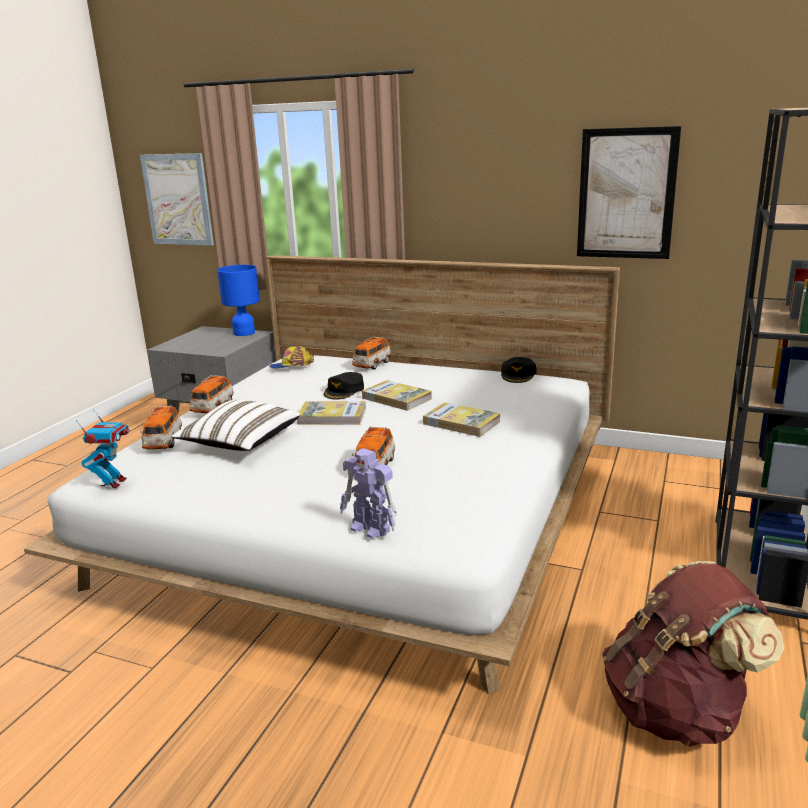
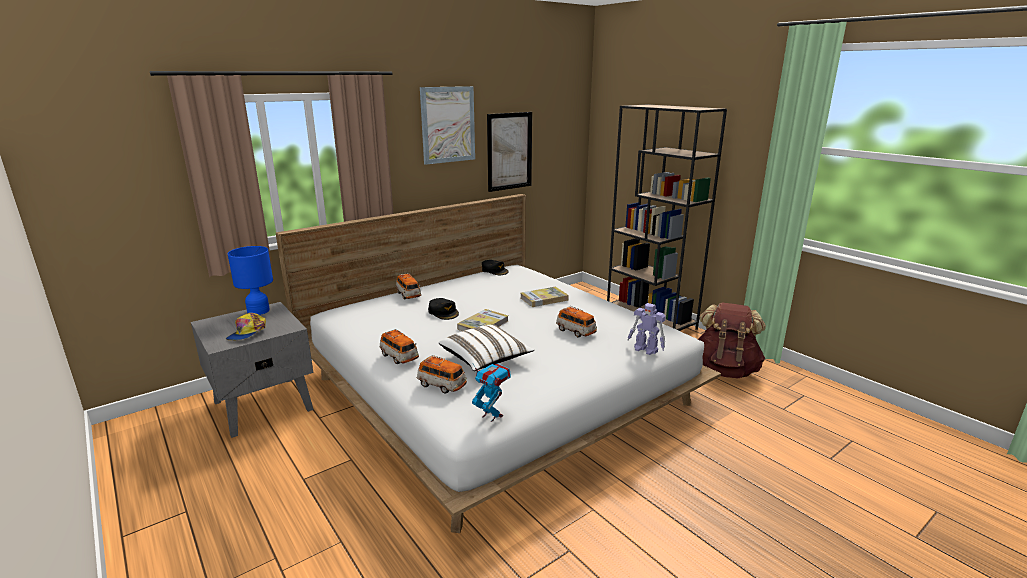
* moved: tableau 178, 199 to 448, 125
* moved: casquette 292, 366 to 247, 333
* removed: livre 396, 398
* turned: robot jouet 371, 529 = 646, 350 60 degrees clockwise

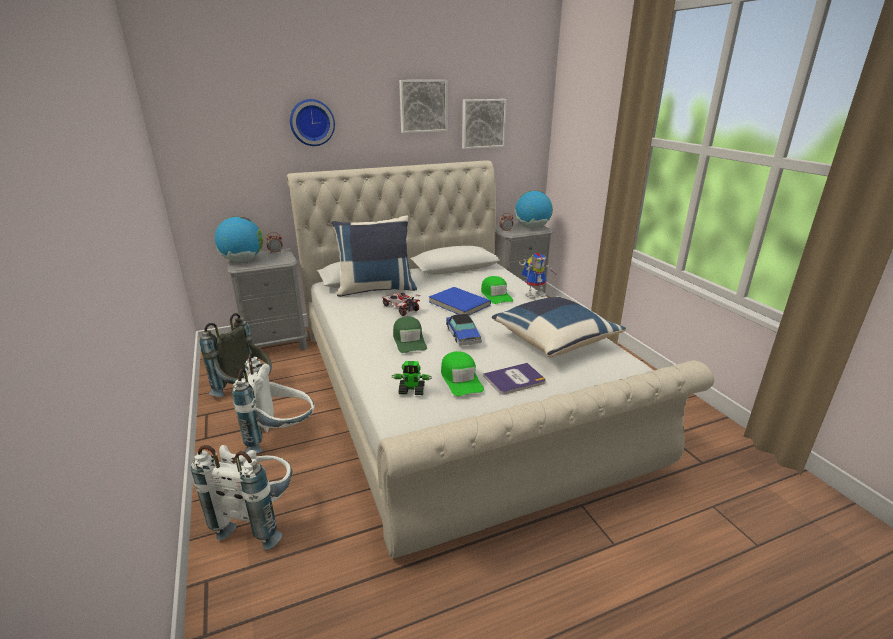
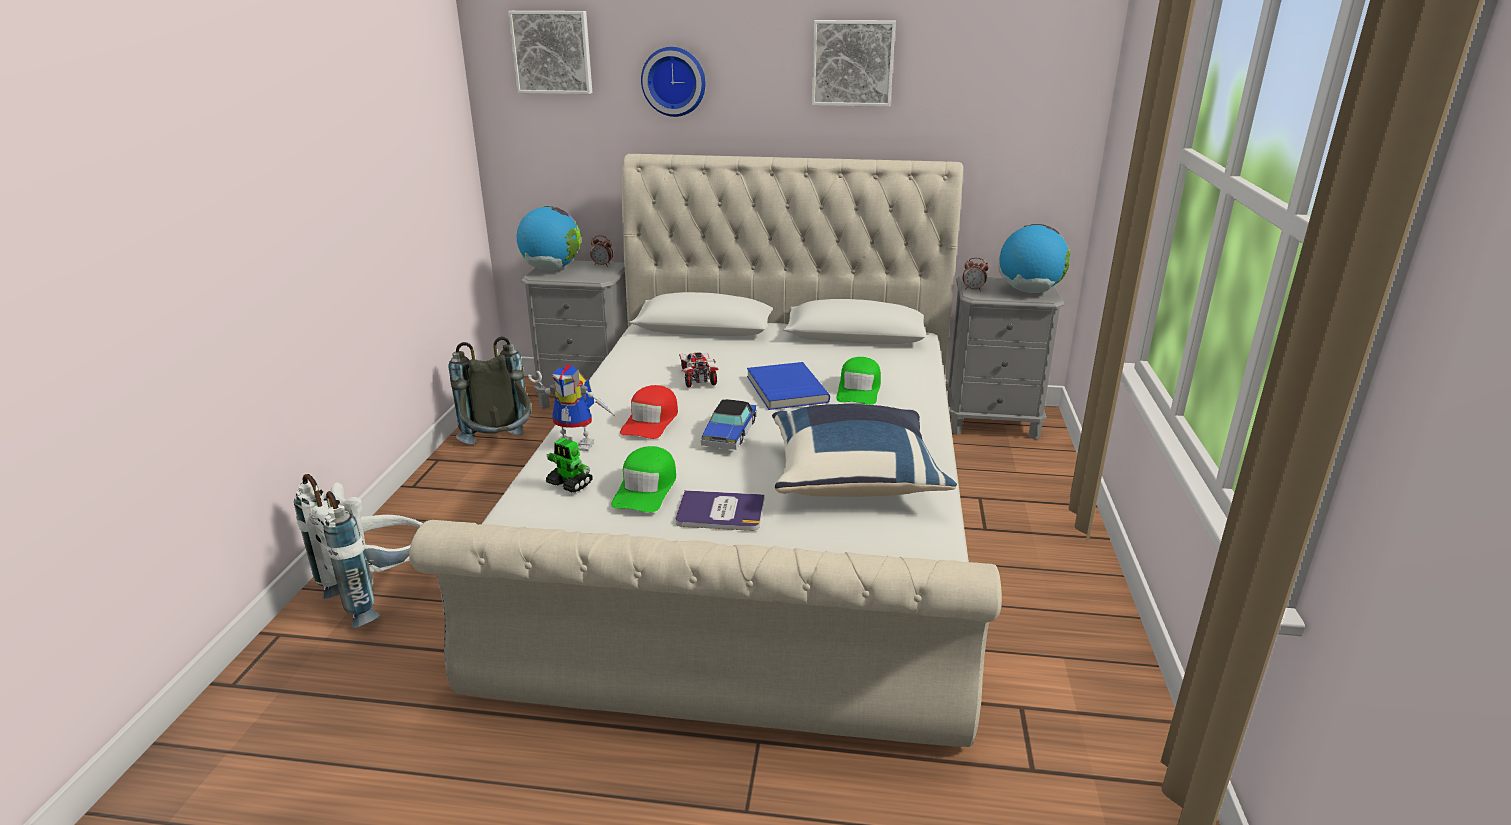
* moved: tableau 482, 123 to 552, 52
* removed: coussin (bleu) 376, 289
* moved: robot jouet 535, 294 to 579, 443
* recoloured: casquette (vert) 409, 340 to casquette (rouge) 651, 421
* removed: sac à dos (blanc) 281, 437

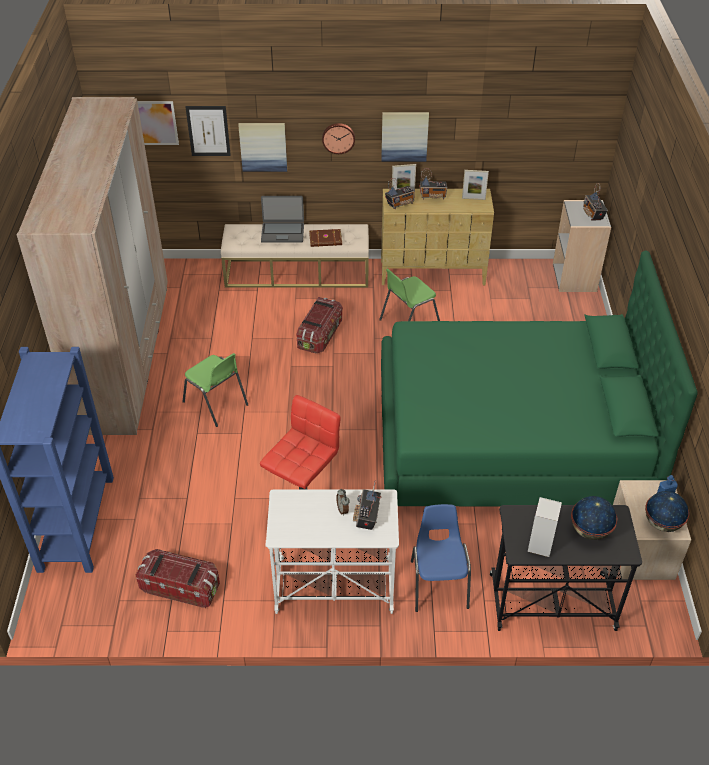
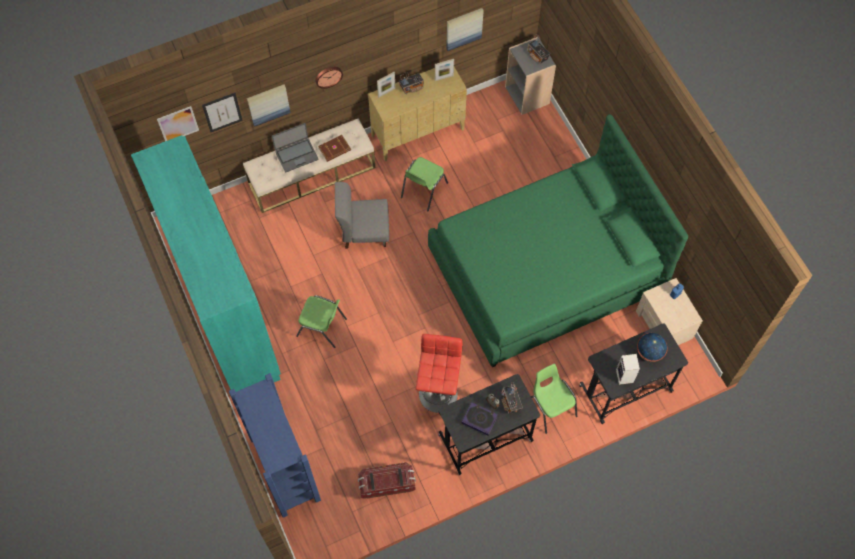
* recoloured: armoire (beige) 126, 357 to armoire (turquoise) 227, 313
* moved: tableau 404, 136 to 464, 28
* removed: radio 400, 204
* replaced: boîte de rangement 320, 335 to chaise (gris) 364, 231
* recoloured: bureau (blanc) 334, 586 to bureau (noir) 485, 438
* removed: globe 662, 523
* recoloured: chaise (bleu) 438, 583 to chaise (vert) 550, 406
* added: livre 479, 419

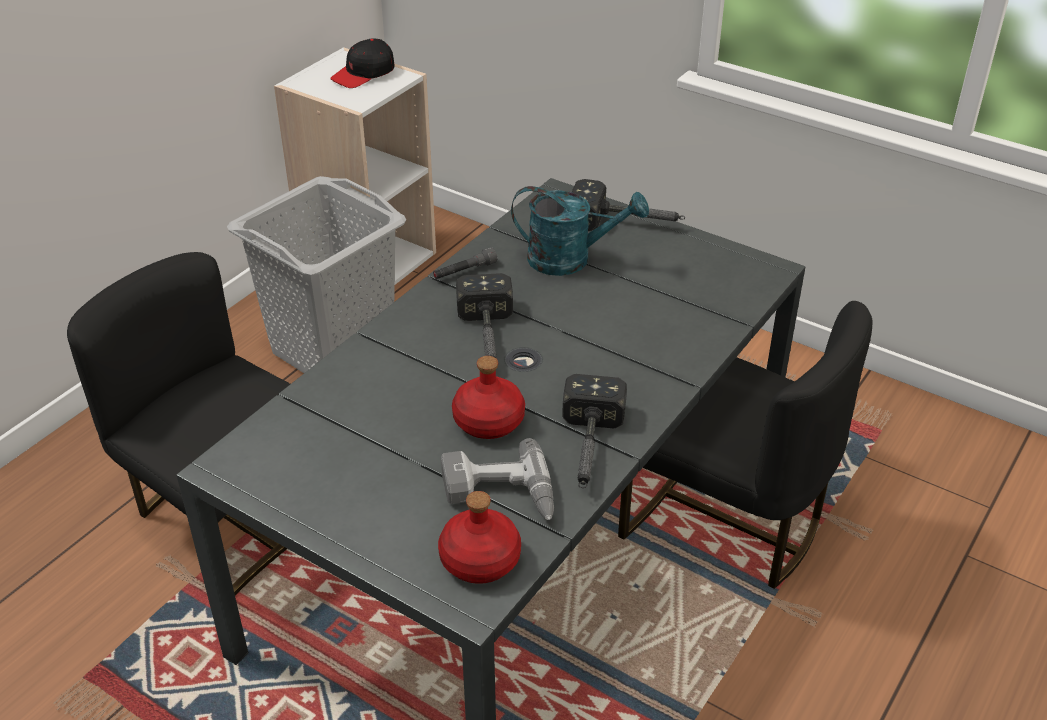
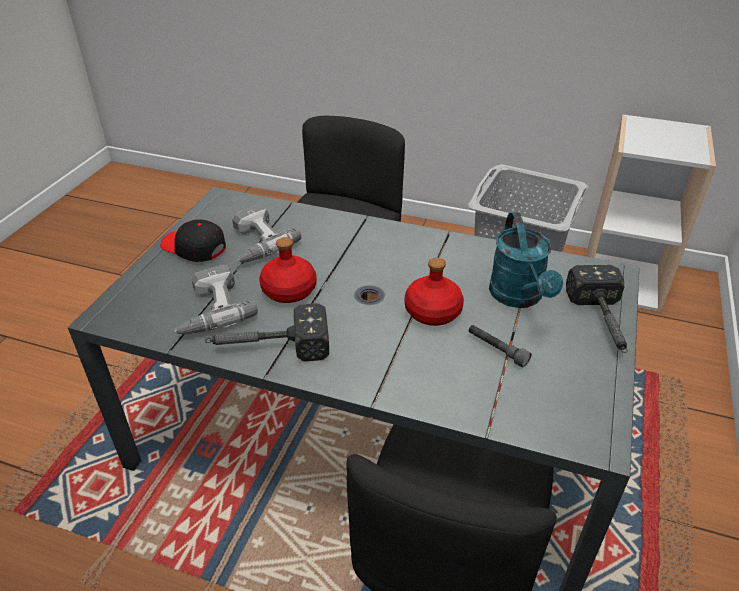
* moved: casquette (noir) 364, 73 to 194, 248
* moved: lampe de poche (gris) 464, 271 to 496, 350
* removed: marteau 487, 339
* moved: bouteille (rouge) 481, 560 to 433, 312
* added: perceuse 255, 243

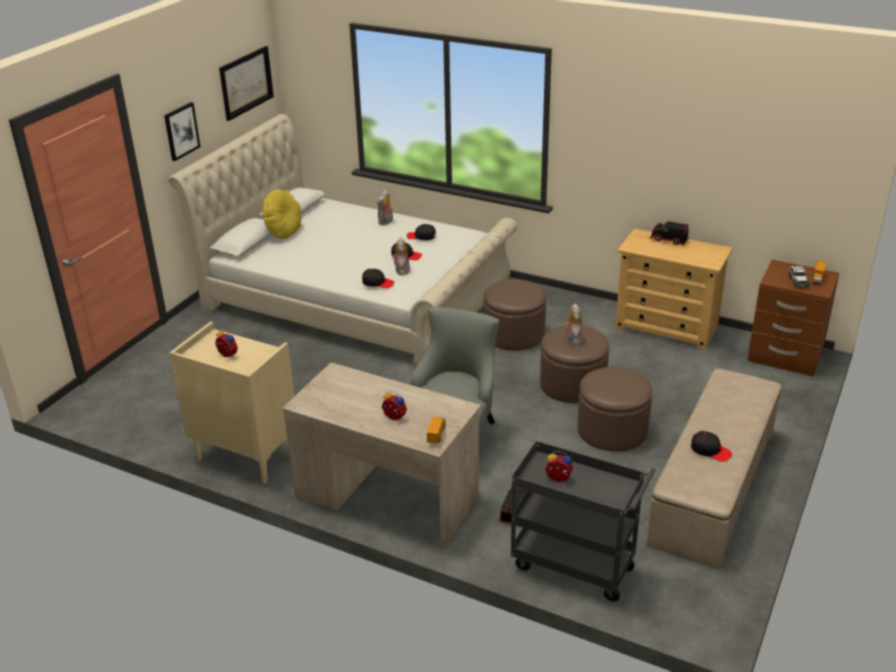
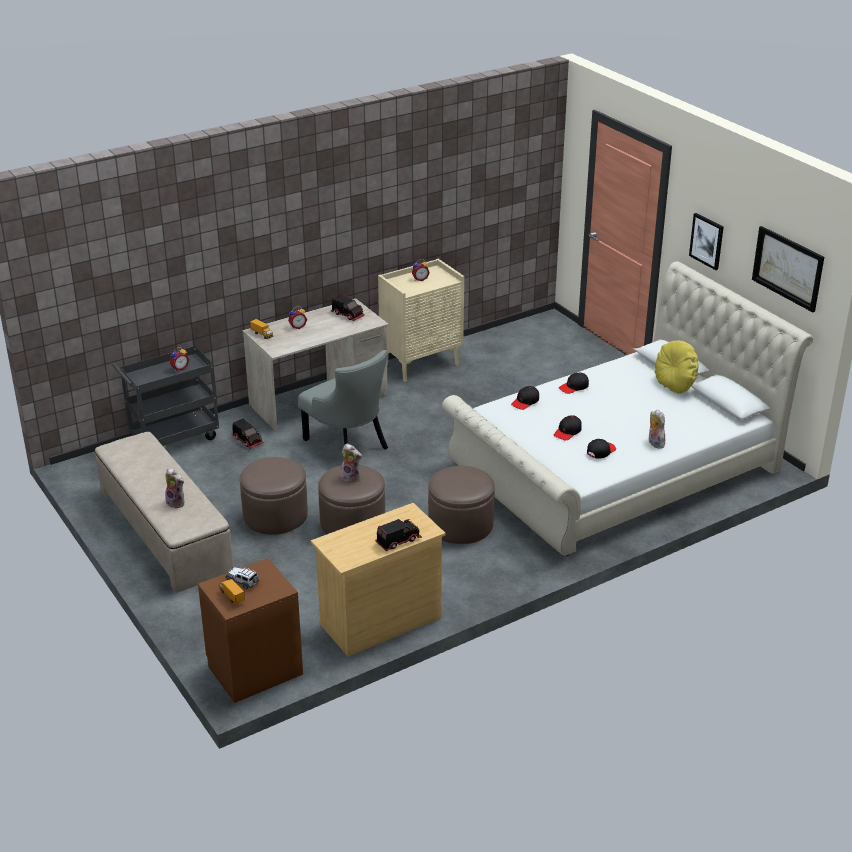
* moved: peluche 401, 270 to 177, 502
* moved: casquette (noir) 710, 450 to 574, 387
* added: camion jouet 348, 315

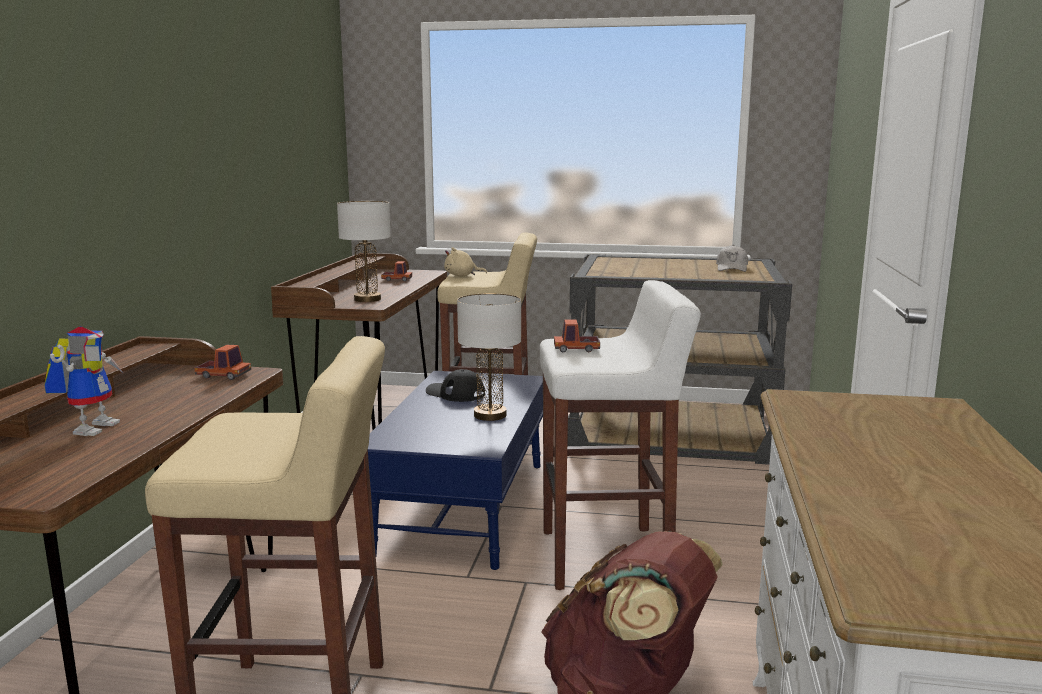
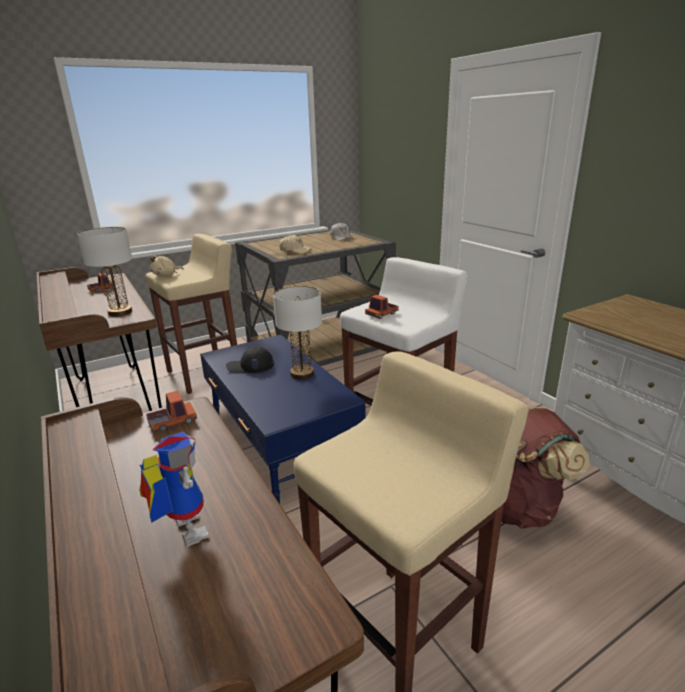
* added: casquette (beige) 295, 250

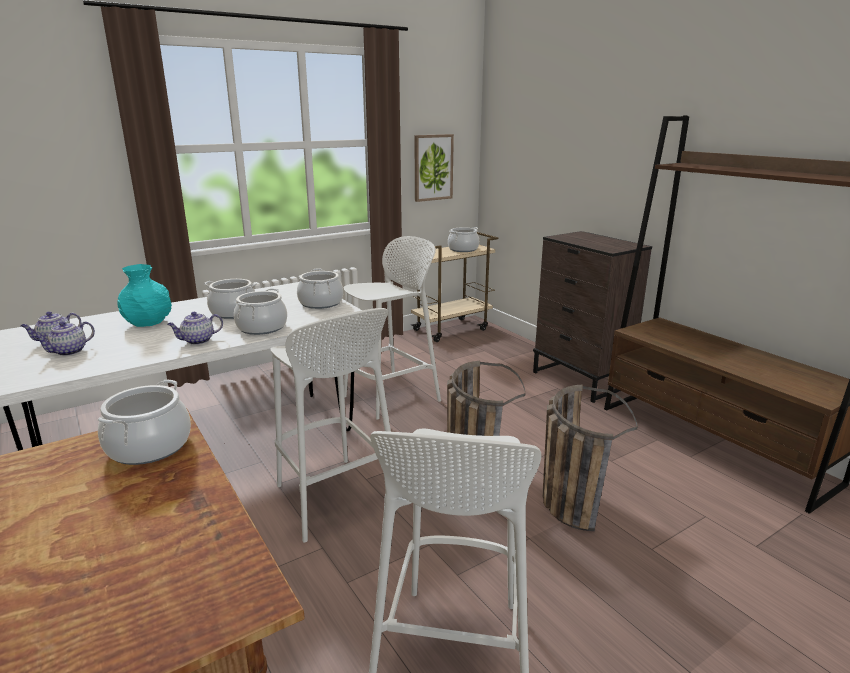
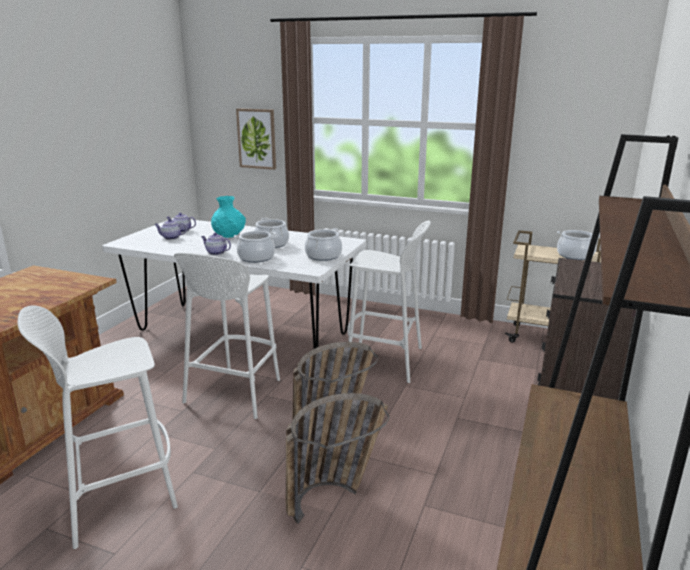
* moved: tableau 433, 167 to 257, 138
* removed: marmite 149, 446

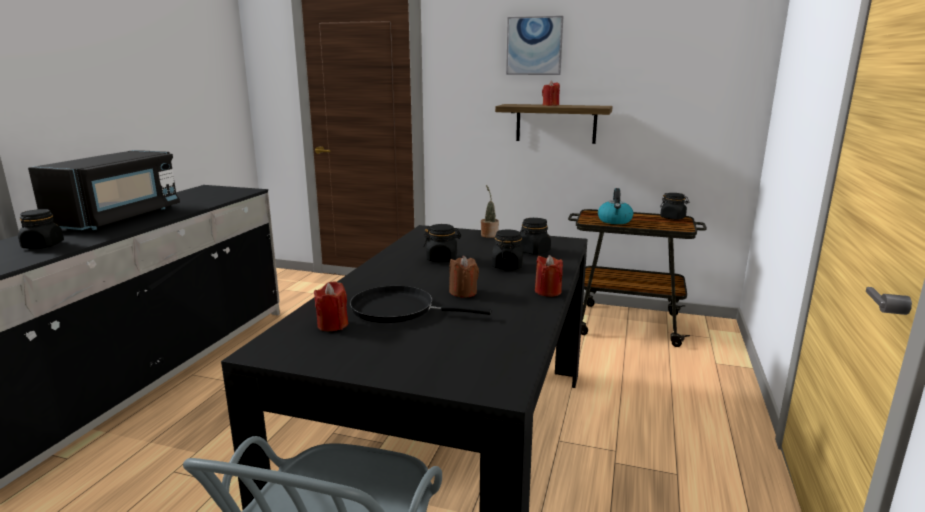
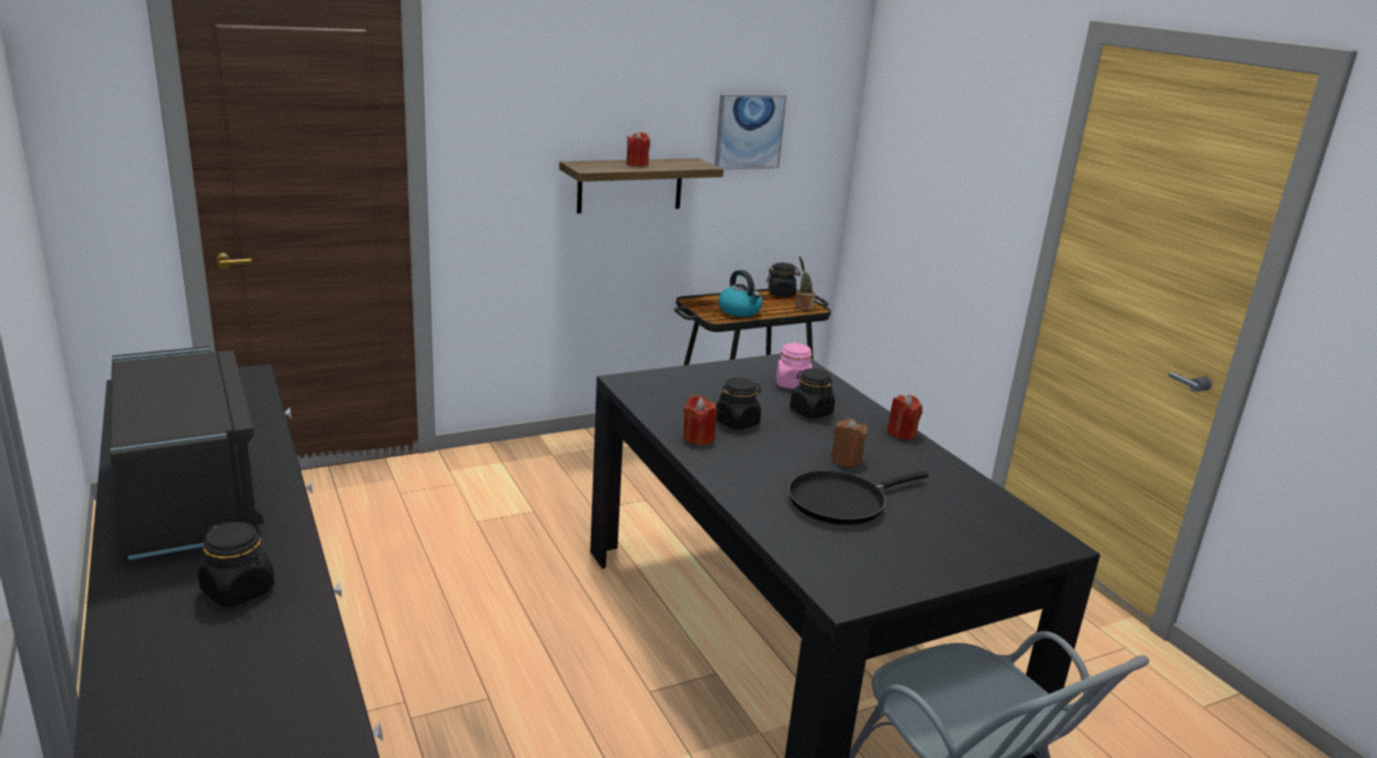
* moved: tableau 534, 46 to 749, 131
* moved: plante en pot 489, 235 to 802, 307
* recoloured: bocal (noir) 533, 251 to bocal (rose) 792, 384
* moved: bougie (rouge) 332, 325 to 698, 438

